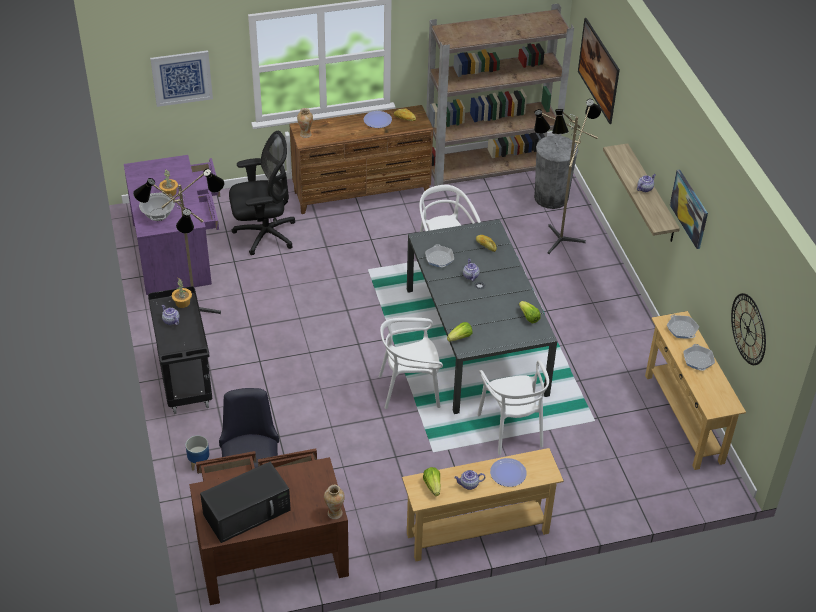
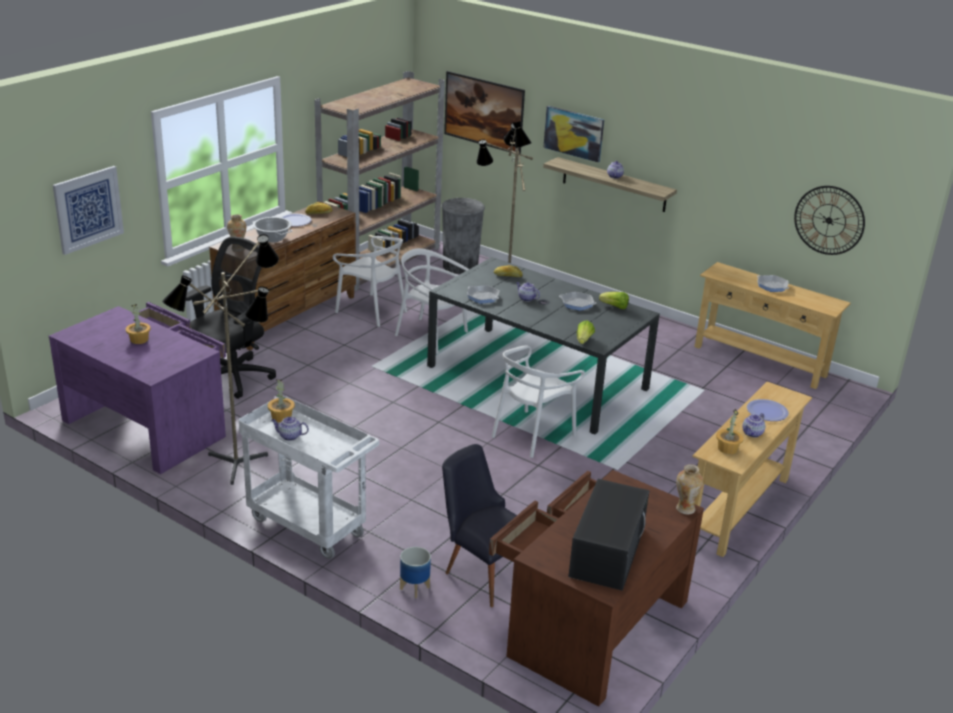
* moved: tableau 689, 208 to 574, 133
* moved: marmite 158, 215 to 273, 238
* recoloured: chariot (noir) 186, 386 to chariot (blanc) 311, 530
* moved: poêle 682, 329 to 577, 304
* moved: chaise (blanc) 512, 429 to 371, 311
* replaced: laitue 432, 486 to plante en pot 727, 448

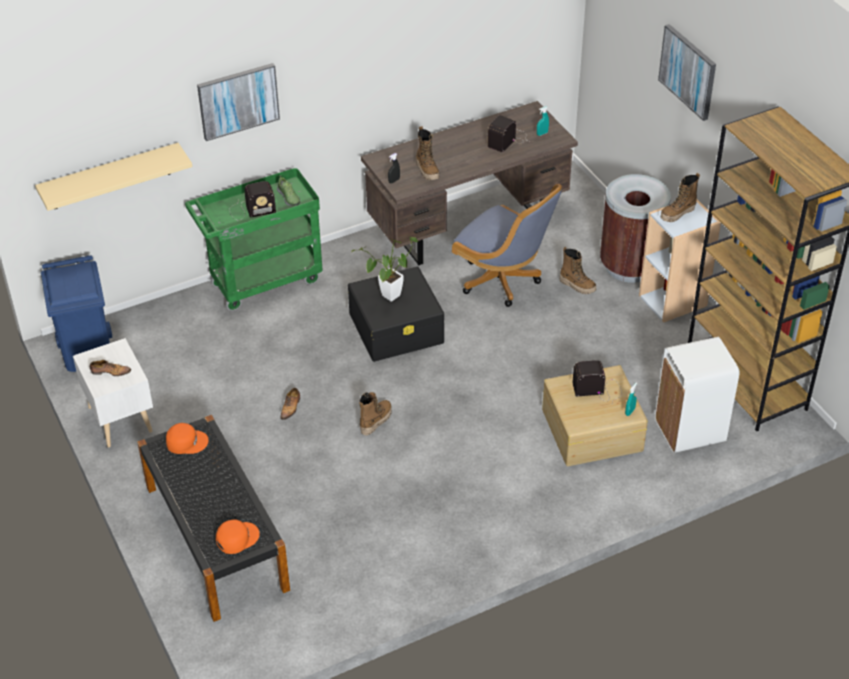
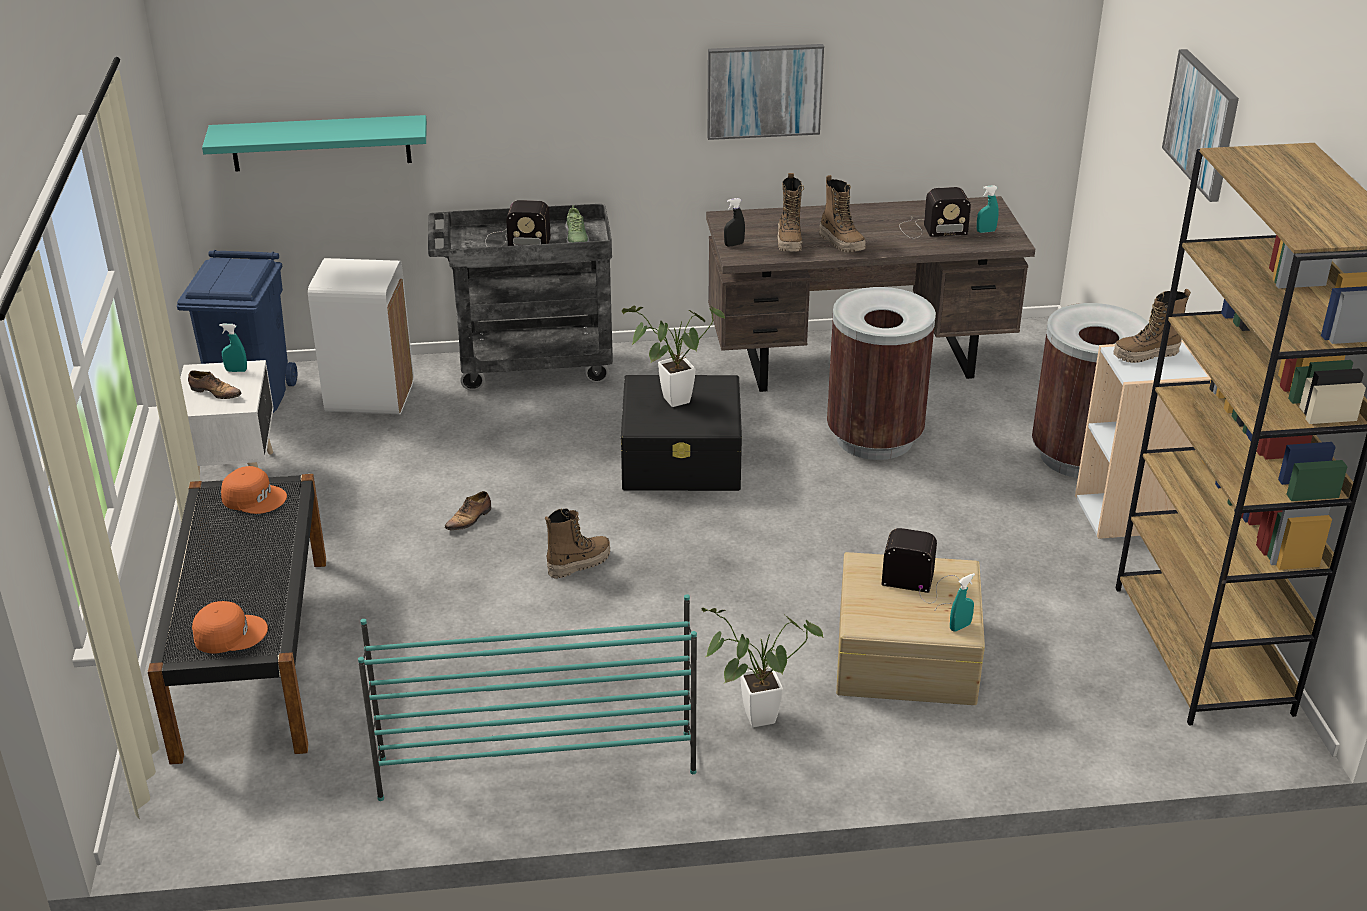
* moved: tableau 238, 101 to 764, 90
* turned: radio 508, 139 = 930, 229 150 degrees counterclockwise
* recoloured: étagère (beige) 110, 177 to étagère (turquoise) 321, 143
* recoloured: chariot (vert) 262, 286 to chariot (noir) 528, 371
* replaced: chaise de bureau (bleu) 505, 283 to poubelle (marron) 874, 438
* moved: botte 577, 285 to 842, 243
* moved: poubelle (blanc) 690, 431 to 370, 397
* added: vaporisateur (turquoise) 236, 370
* added: étagère à chaussures (turquoise) 535, 765
* added: plante en pot 752, 719

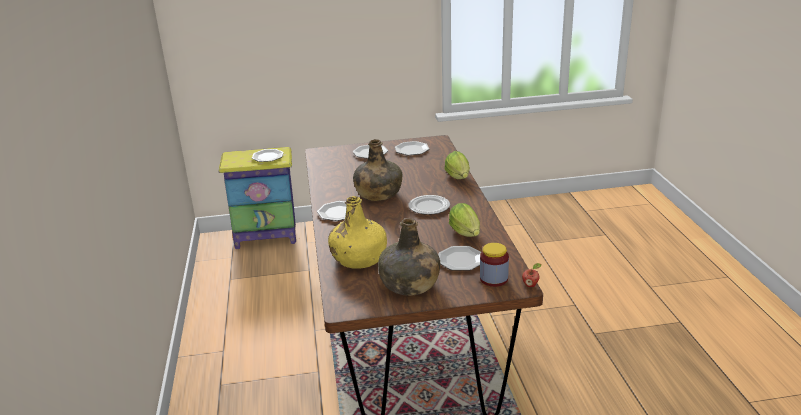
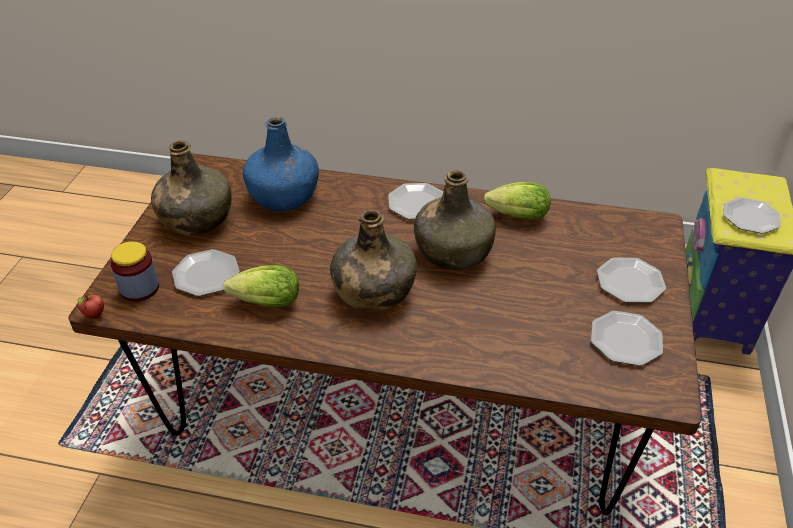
* moved: laitue 459, 178 to 514, 216
* replaced: assiette 429, 207 to bouteille (vert) 373, 291
* recoloured: bouteille (jaune) 359, 258 to bouteille (bleu) 284, 196

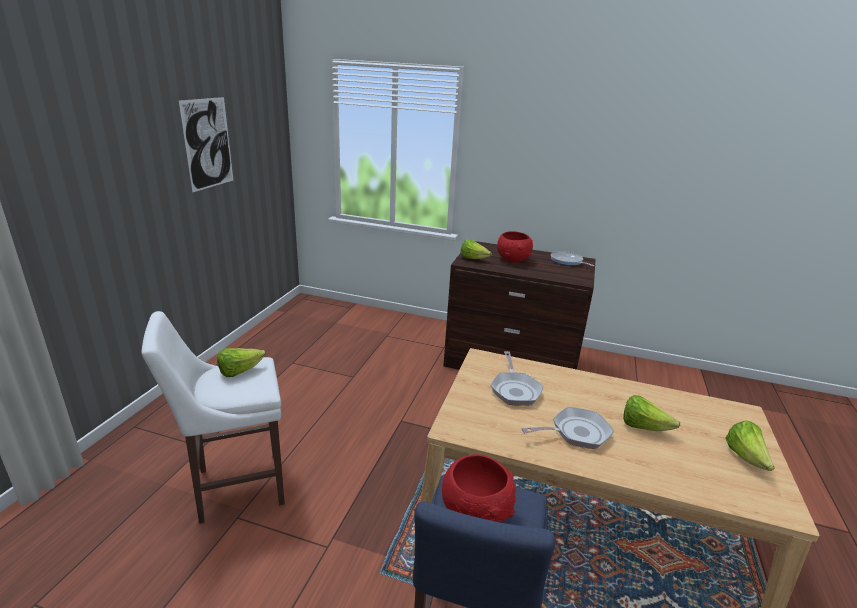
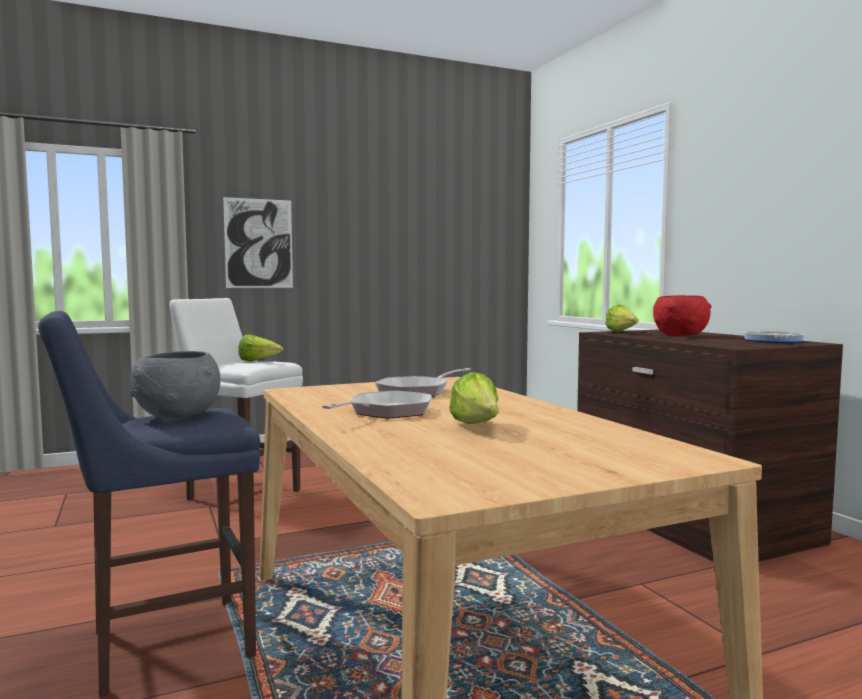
* moved: tableau 208, 144 to 259, 243
* turned: poêle 576, 433 = 386, 412 90 degrees counterclockwise
* removed: laitue 745, 457
* recoloured: bol (rouge) 477, 513 to bol (gris) 179, 415

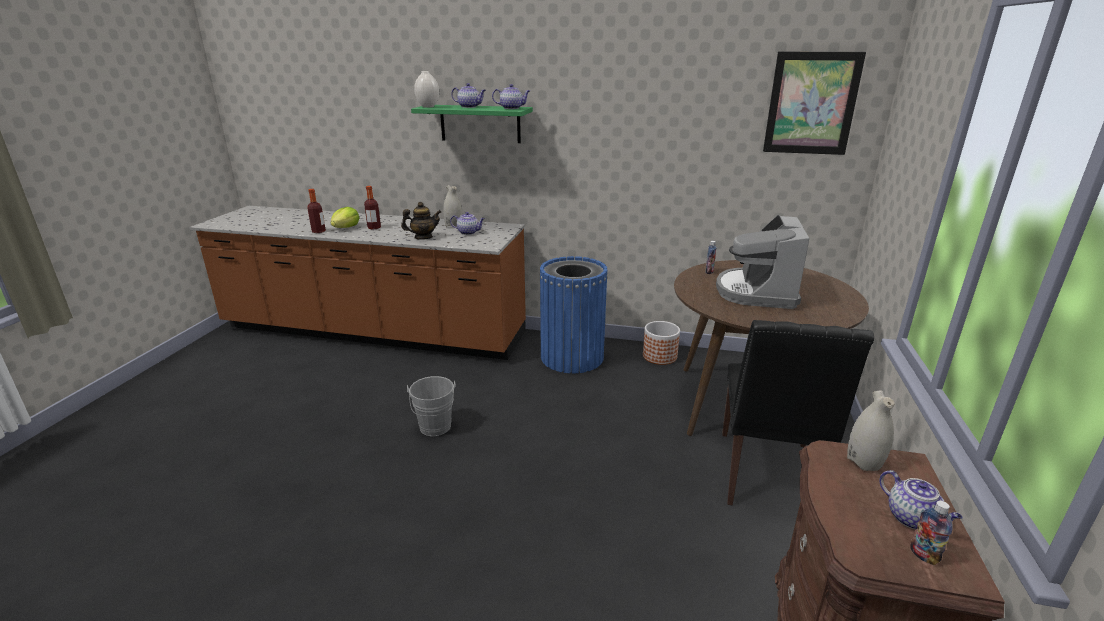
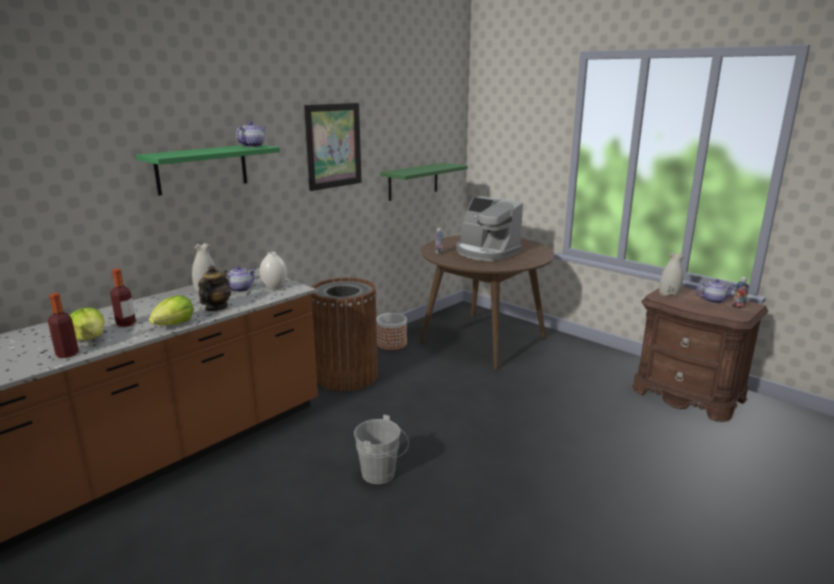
* moved: tableau 811, 104 to 333, 146
* moved: vase (blanc) 428, 107 to 275, 287
* removed: théière 470, 107
* recoloured: poubelle (bleu) 572, 357 to poubelle (marron) 346, 376
* removed: chaise (noir) 767, 472
* added: étagère (vert) 413, 181
* added: laitue 174, 324

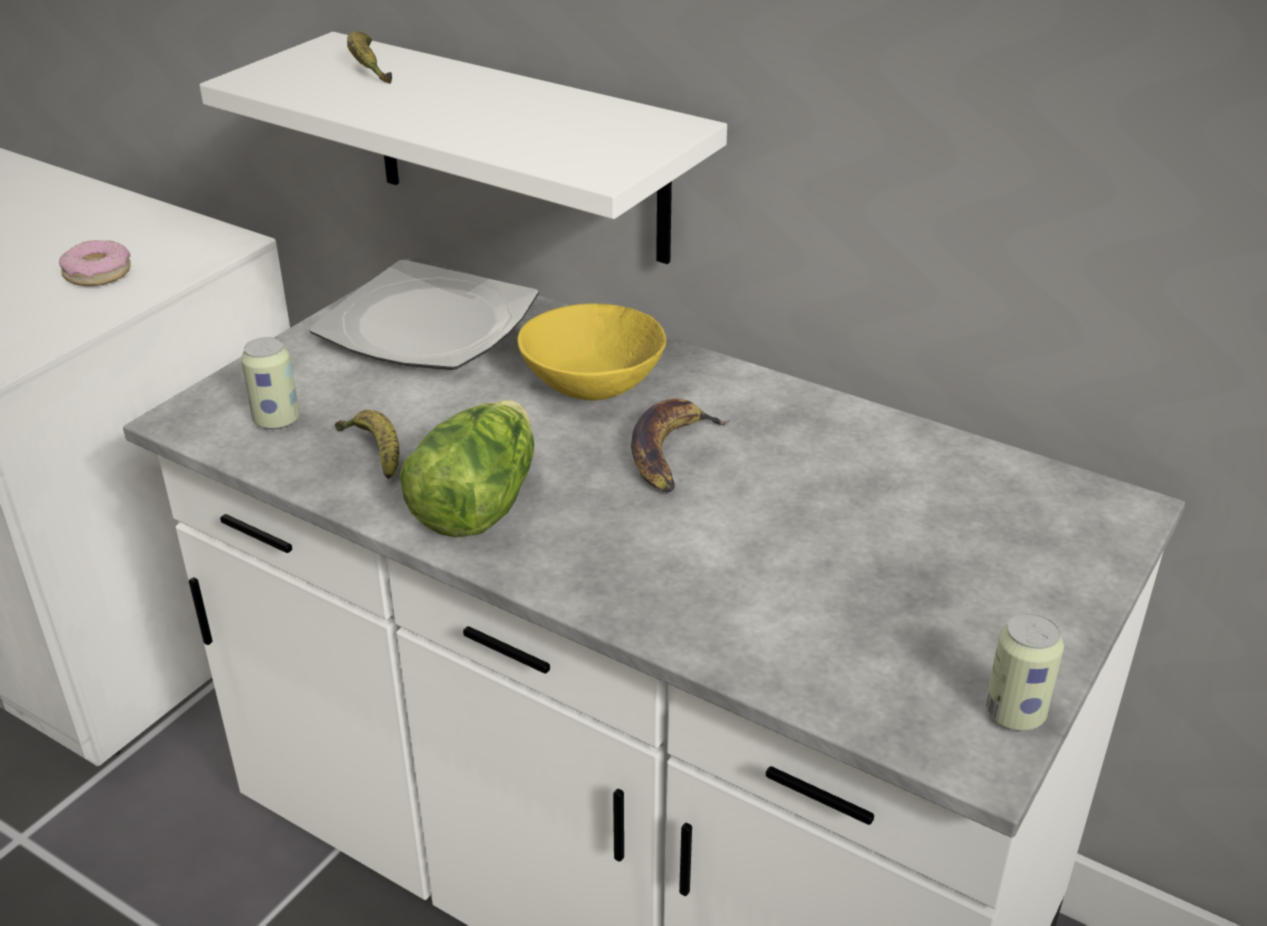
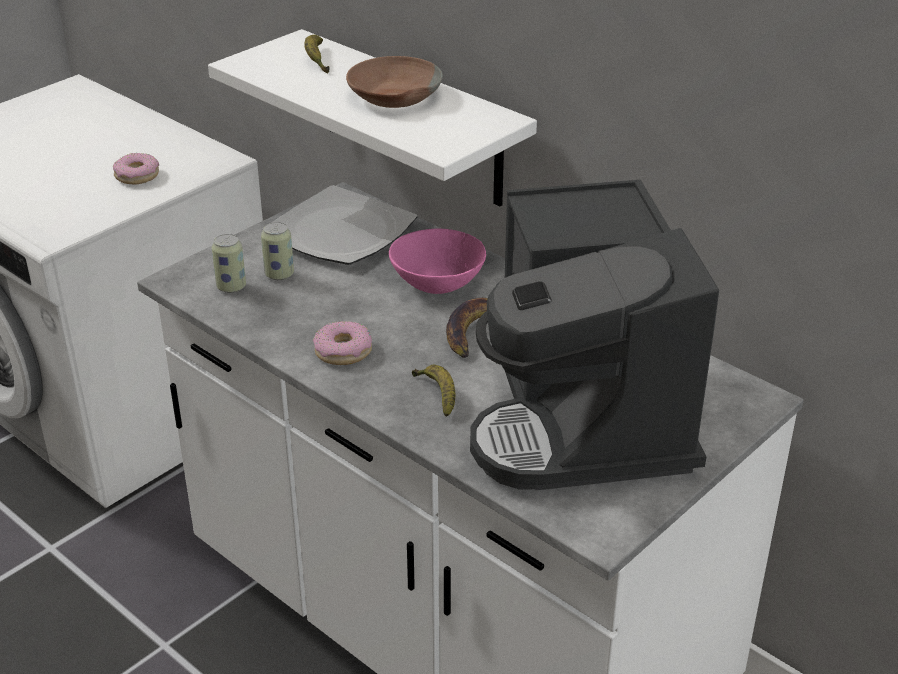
* recoloured: bol (jaune) 593, 384 to bol (rose) 438, 282
* replaced: laitue 477, 502 to beignet 343, 351
* moved: banane 375, 452 to 437, 395
* moved: boîte métallique 1014, 714 to 279, 274
* added: bol (marron) 392, 96
* added: machine à café 583, 419

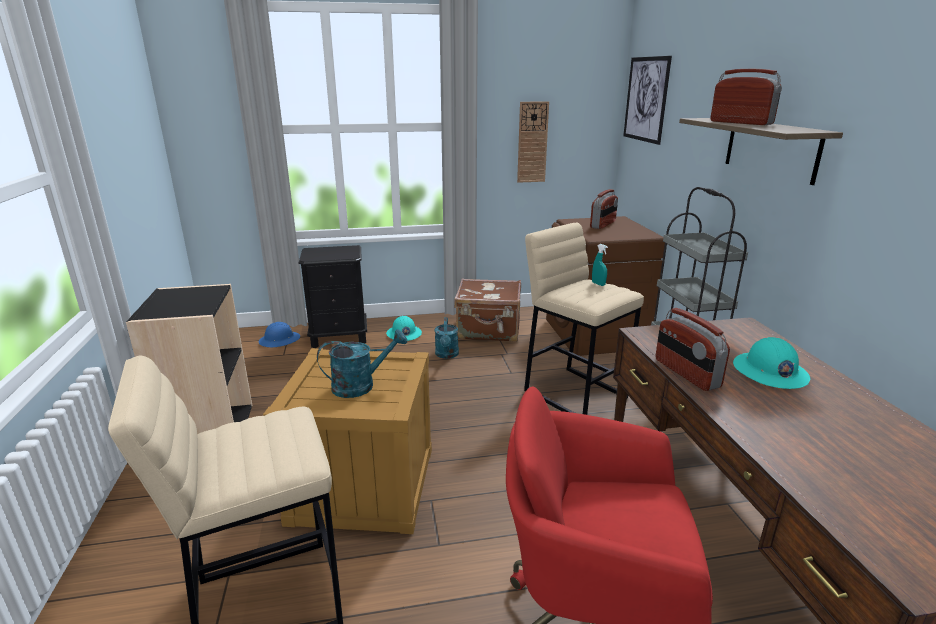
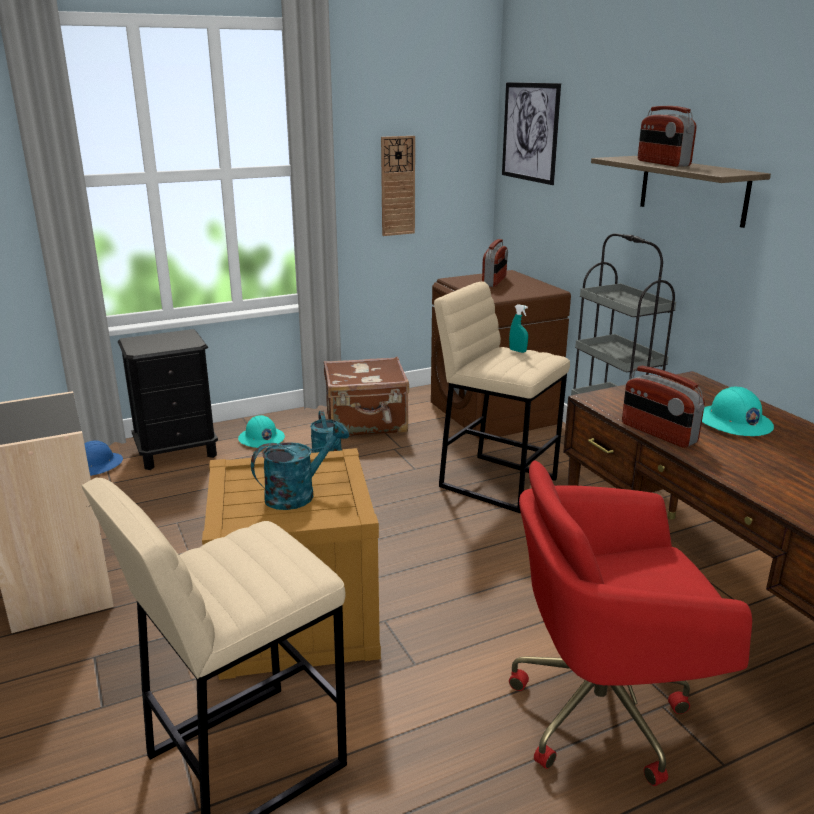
* turned: radio 741, 123 = 662, 163 150 degrees counterclockwise

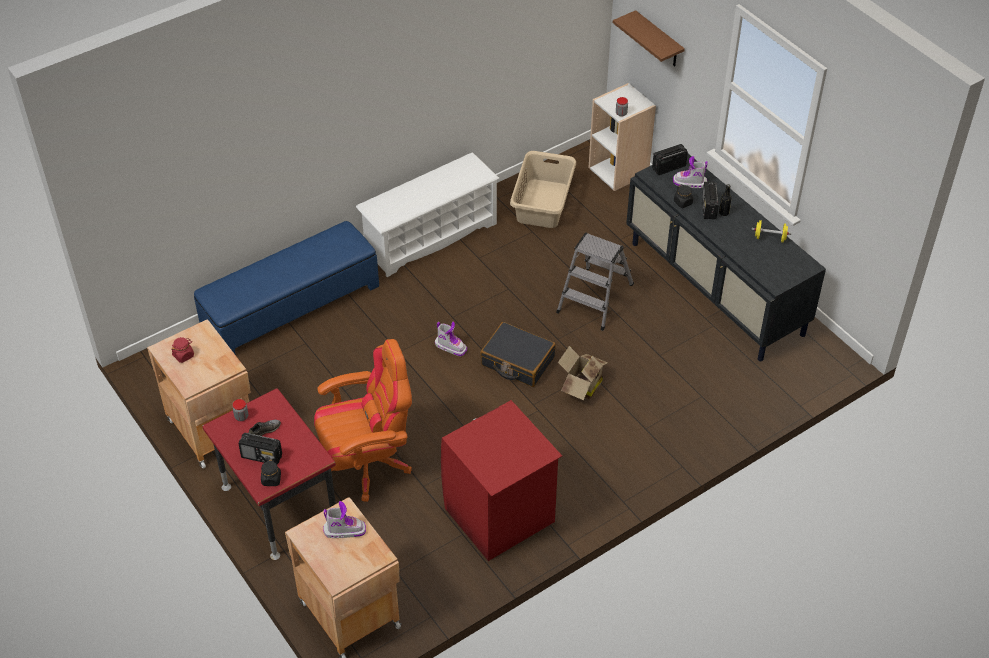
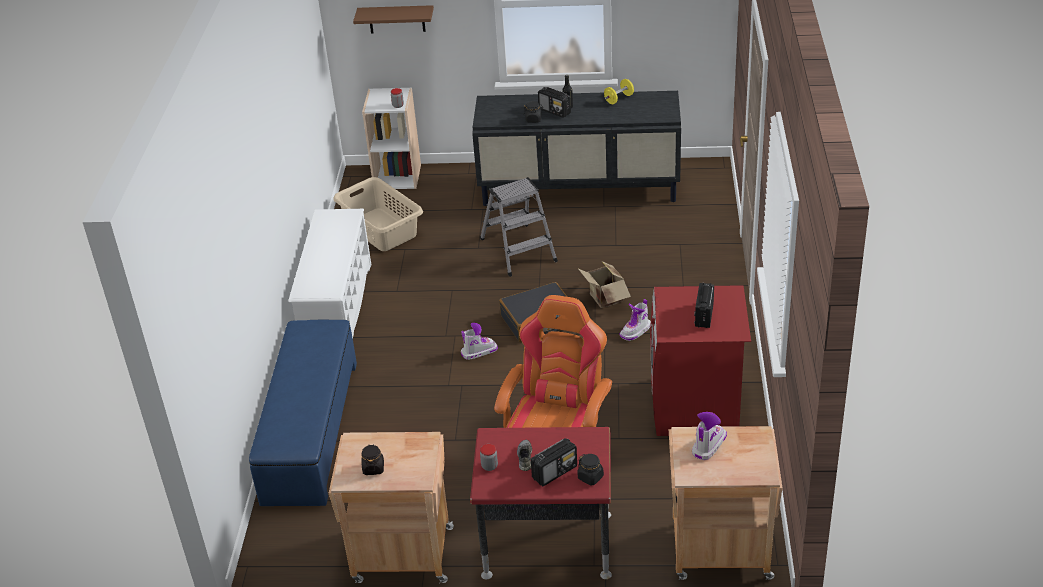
* moved: radio 668, 167 to 704, 316
* moved: botte 689, 183 to 636, 331
* recoloured: bocal (rouge) 183, 355 to bocal (noir) 373, 468

